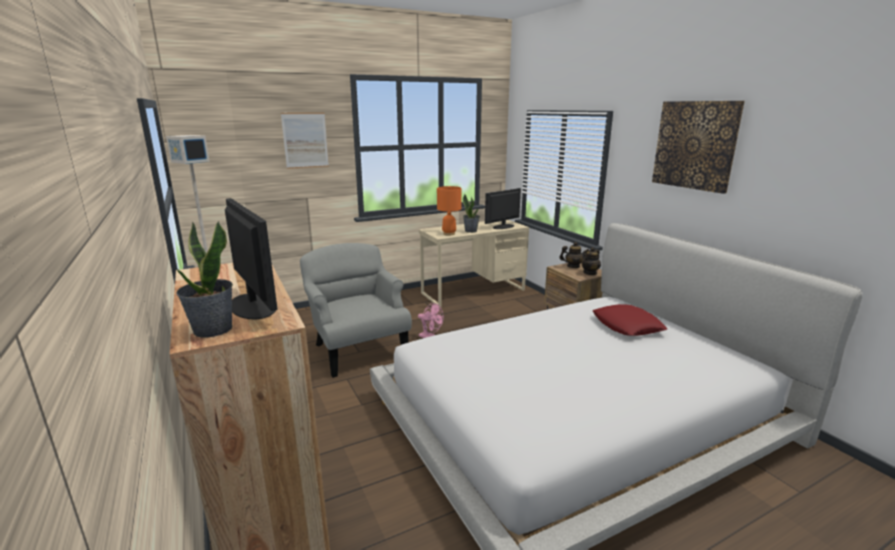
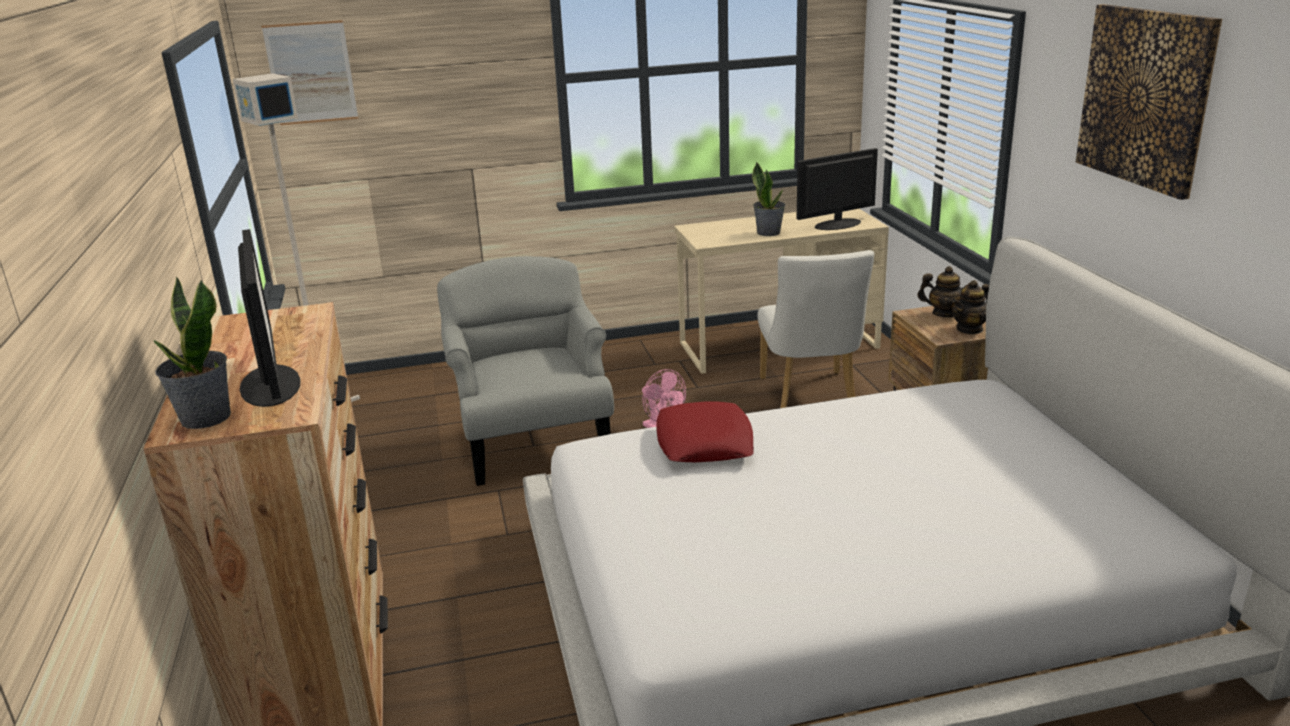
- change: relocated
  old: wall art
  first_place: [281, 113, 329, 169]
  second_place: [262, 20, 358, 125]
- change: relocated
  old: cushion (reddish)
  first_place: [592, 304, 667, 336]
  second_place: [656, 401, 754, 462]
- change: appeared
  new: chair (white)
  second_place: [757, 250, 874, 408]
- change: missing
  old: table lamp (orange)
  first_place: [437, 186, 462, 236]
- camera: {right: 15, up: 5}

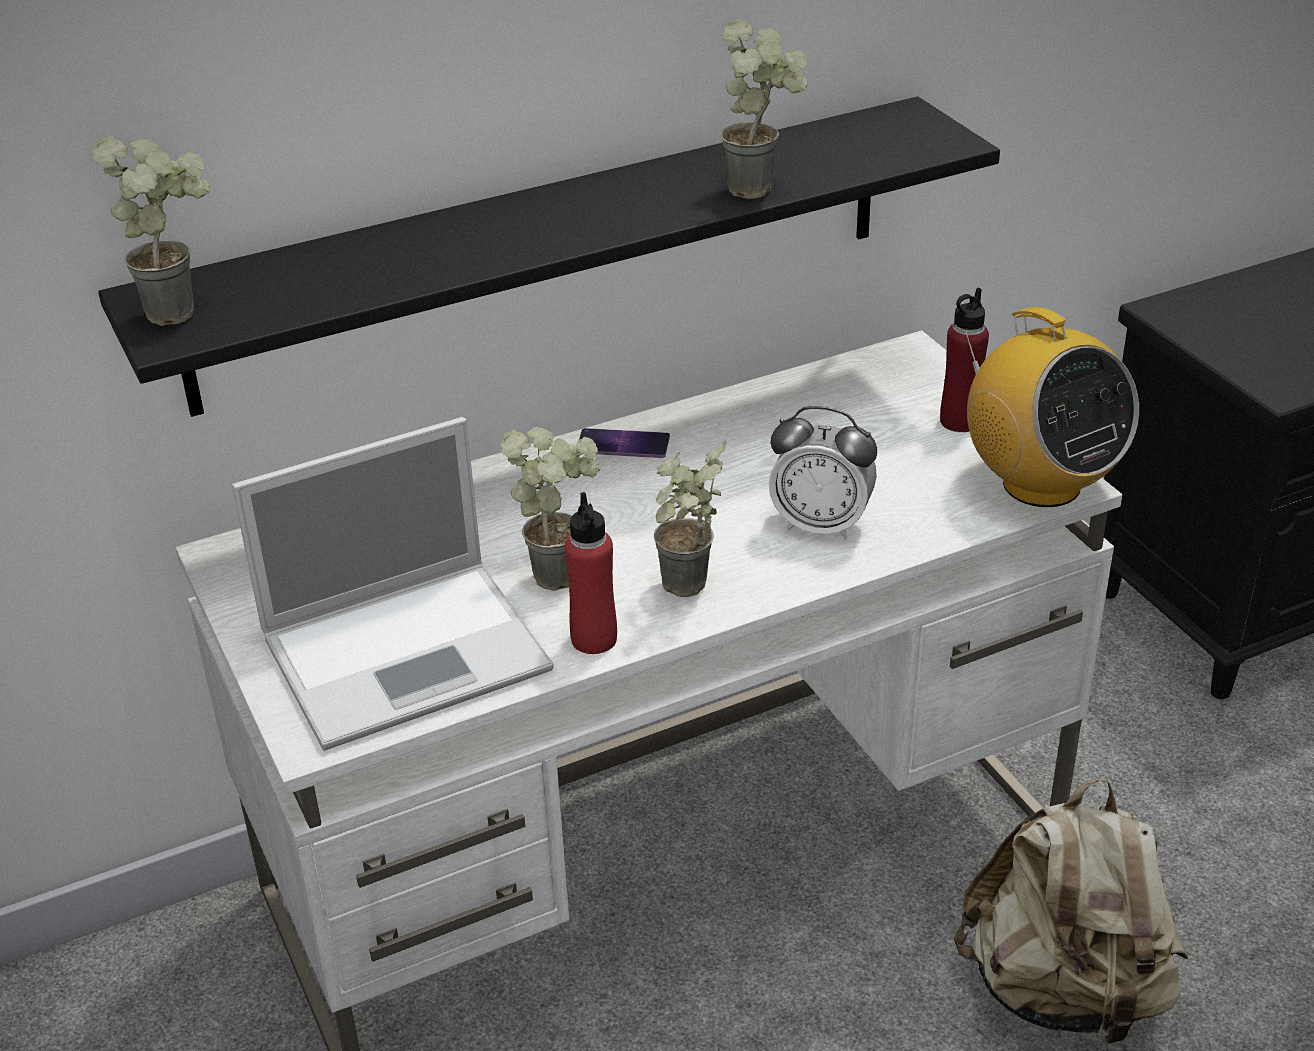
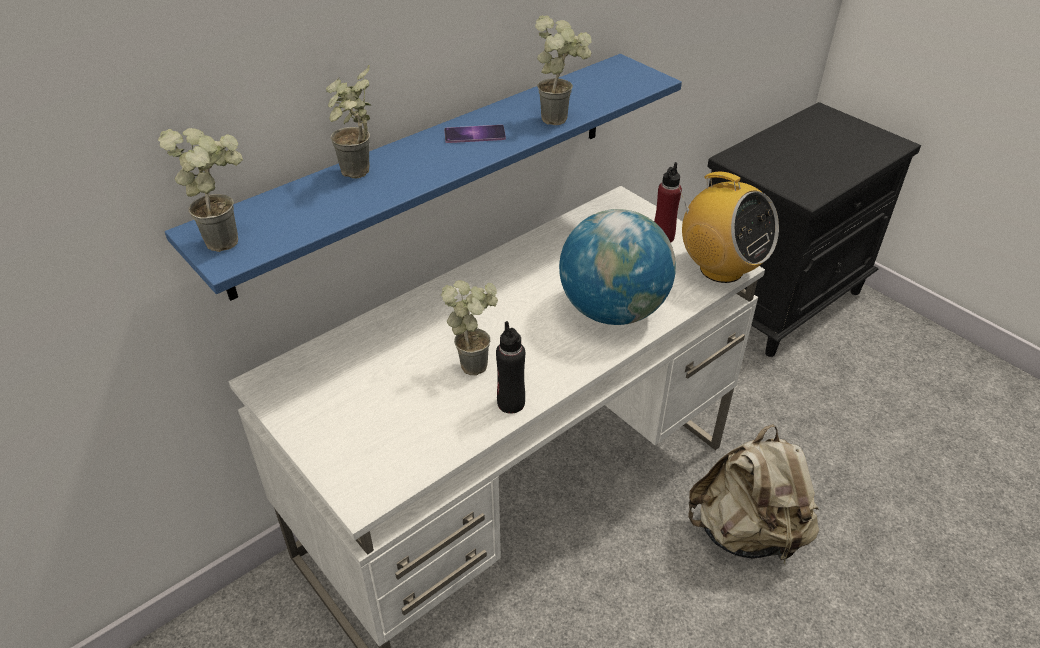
- change: colour
  old: shelf (blackish)
  new: shelf (blue-coloured)
  first_place: [98, 97, 1000, 417]
  second_place: [165, 54, 682, 301]
- change: relocated
  old: houseplant
  first_place: [654, 441, 726, 597]
  second_place: [326, 65, 371, 178]
- change: relocated
  old: phone
  first_place: [577, 428, 670, 458]
  second_place: [444, 125, 506, 143]
- change: colour
  old: drink bottle (reddish)
  new: drink bottle (blackish)
  first_place: [565, 492, 617, 654]
  second_place: [496, 321, 525, 414]
- change: exchanged
  old: alarm clock
  new: desk globe
  first_place: [769, 406, 877, 540]
  second_place: [559, 209, 676, 325]
- change: missing
  old: portable computer
  first_place: [232, 417, 553, 751]
- camera: {right: -15, up: 5}

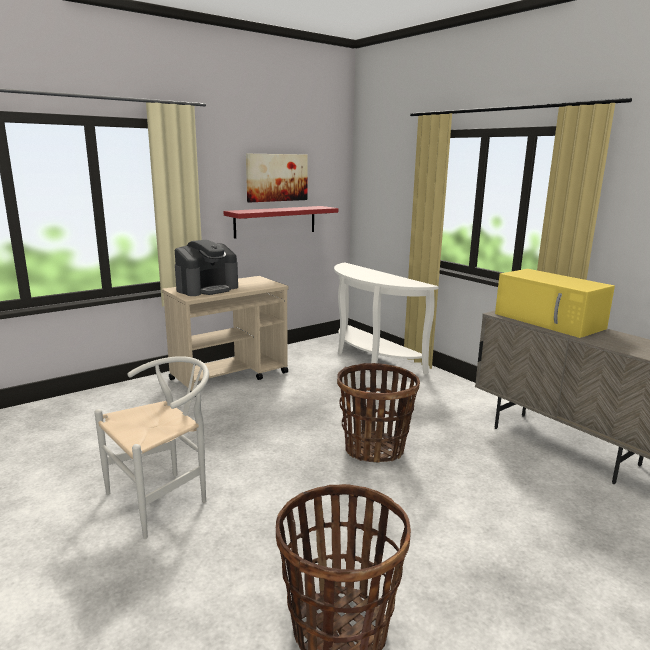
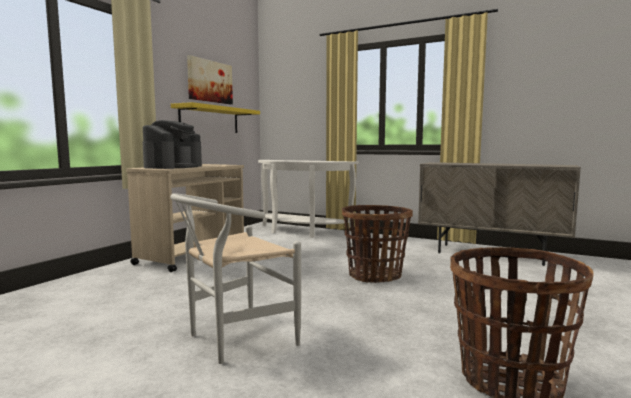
- change: spun
  old: chair (white)
  first_place: [94, 356, 209, 539]
  second_place: [170, 193, 301, 364]
  degrees: -150
- change: colour
  old: shelf (reddish)
  new: shelf (yellow-coloured)
  first_place: [223, 206, 338, 239]
  second_place: [171, 102, 260, 133]
- change: missing
  old: microwave oven (yellow-coloured)
  first_place: [495, 269, 615, 338]
- camera: {right: -25, up: -10}

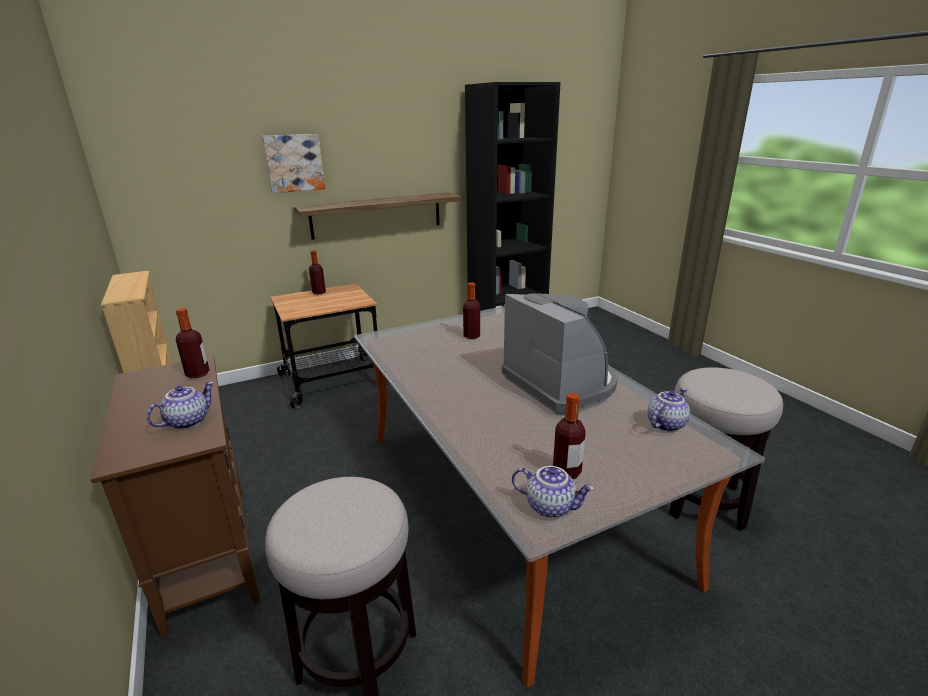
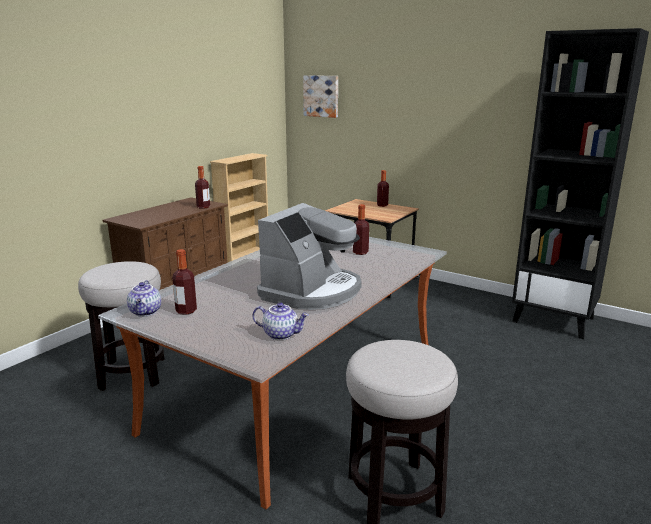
- change: relocated
  old: wall art
  first_place: [262, 134, 325, 193]
  second_place: [303, 75, 338, 118]
- change: missing
  old: teapot
  first_place: [146, 382, 214, 429]
- change: missing
  old: shelf
  first_place: [294, 192, 462, 240]
- camera: {right: 60, up: -5}

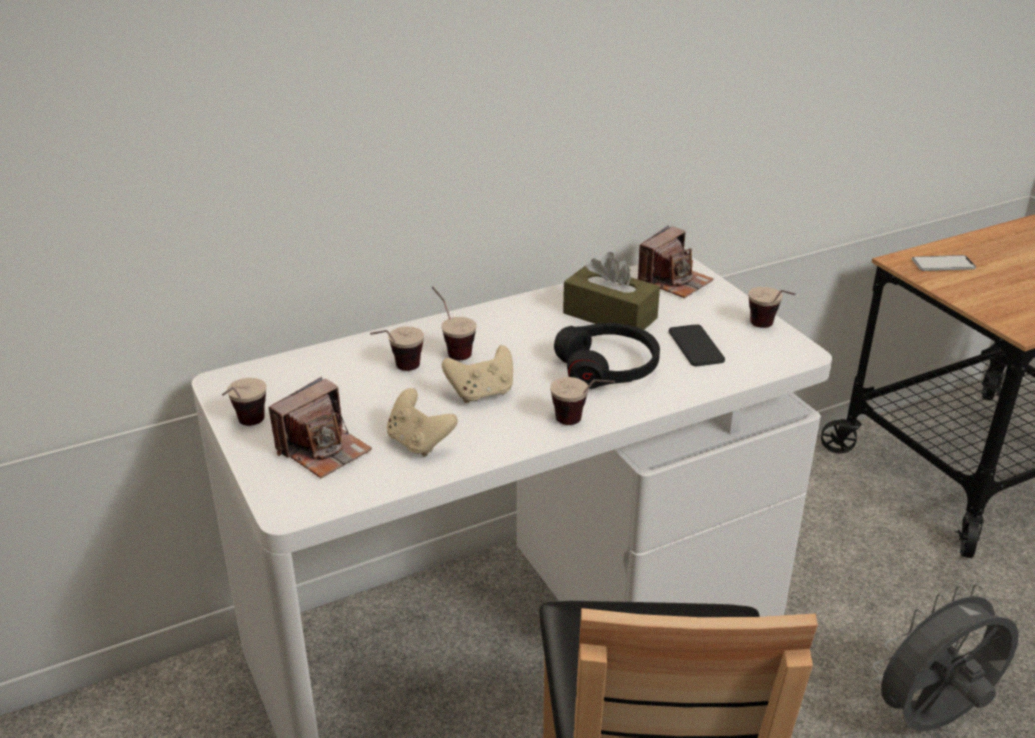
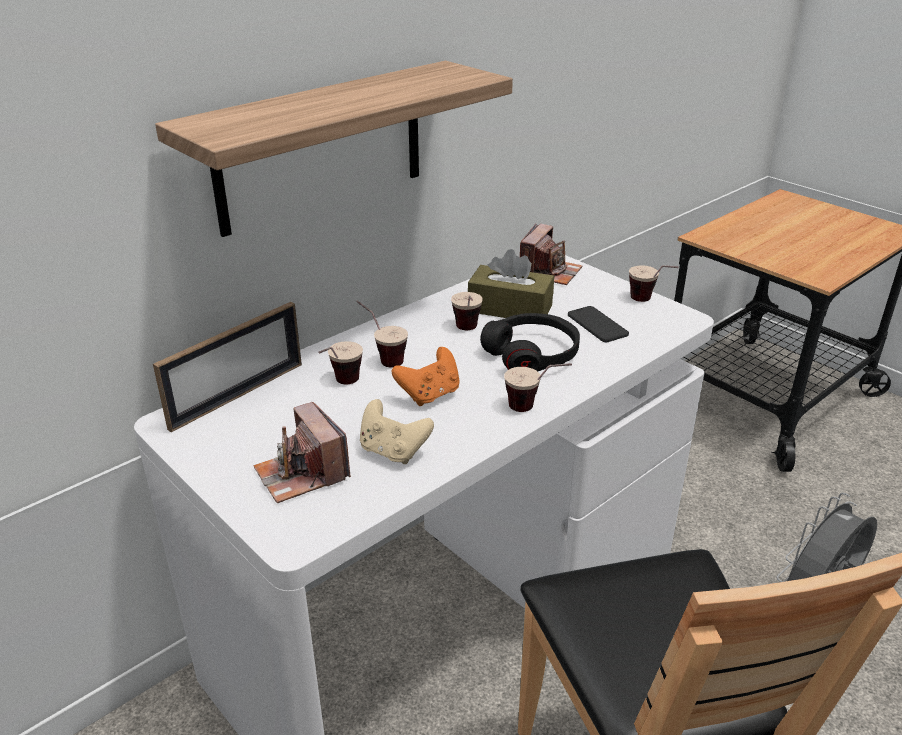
- change: appeared
  new: standing frame
  second_place: [153, 302, 302, 432]
- change: appeared
  new: shelf
  second_place: [155, 61, 513, 237]
- change: spun
  old: still camera
  first_place: [268, 377, 372, 478]
  second_place: [253, 402, 351, 503]
  degrees: 120
- change: colour
  old: gamepad (sand-coloured)
  new: gamepad (orange)
  first_place: [442, 345, 513, 403]
  second_place: [392, 347, 460, 406]
- change: relocated
  old: drinking cup
  first_place: [222, 378, 266, 426]
  second_place: [451, 292, 483, 330]
- change: missing
  old: phone
  first_place: [912, 255, 976, 271]
- camera: {right: -15, up: 0}

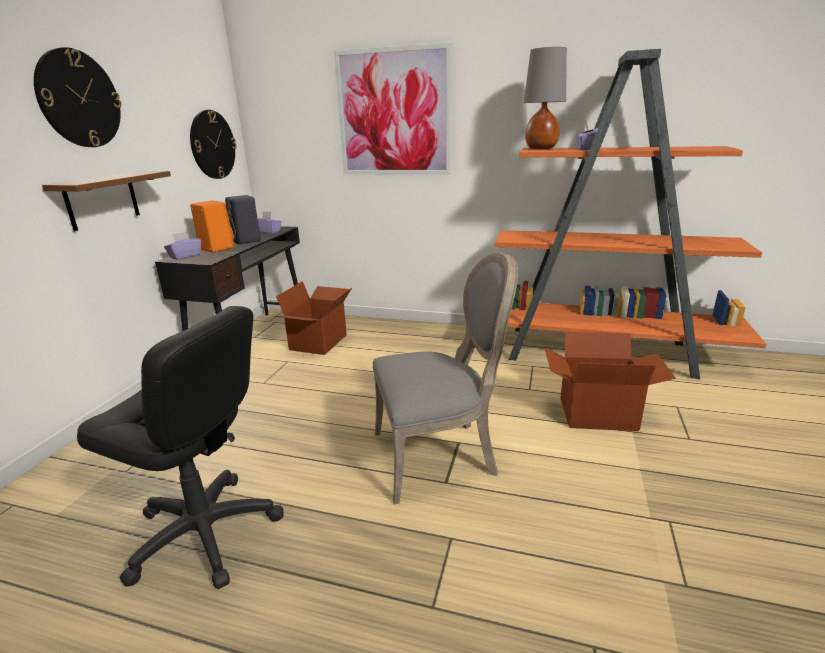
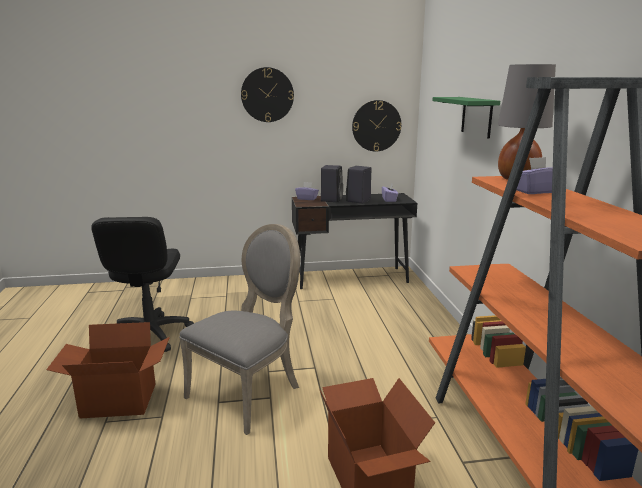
- change: relocated
  old: cardboard box
  first_place: [274, 281, 352, 355]
  second_place: [46, 322, 170, 418]
- change: spun
  old: chair (gray)
  first_place: [372, 253, 518, 504]
  second_place: [179, 224, 300, 435]
  degrees: -105
- change: colour
  old: loudspeaker (orange)
  new: loudspeaker (blackish)
  first_place: [190, 200, 234, 253]
  second_place: [321, 165, 343, 202]
- change: exchanged
  old: wall art
  new: shelf (green-coloured)
  first_place: [334, 43, 451, 175]
  second_place: [432, 97, 500, 139]
- change: missing
  old: shelf (brownish)
  first_place: [42, 171, 171, 231]
- camera: {right: 65, up: -5}

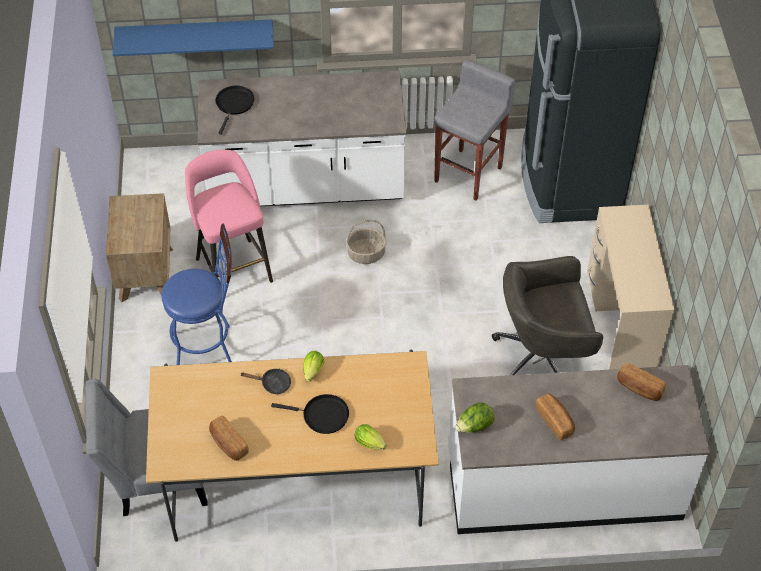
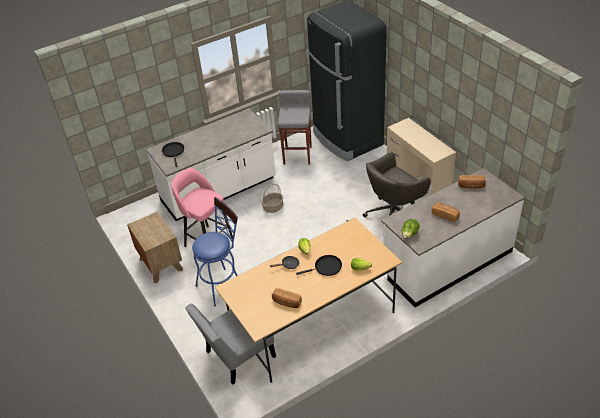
- change: missing
  old: shelf (blue-coloured)
  first_place: [113, 19, 274, 56]
- camera: {right: -25, up: -10}

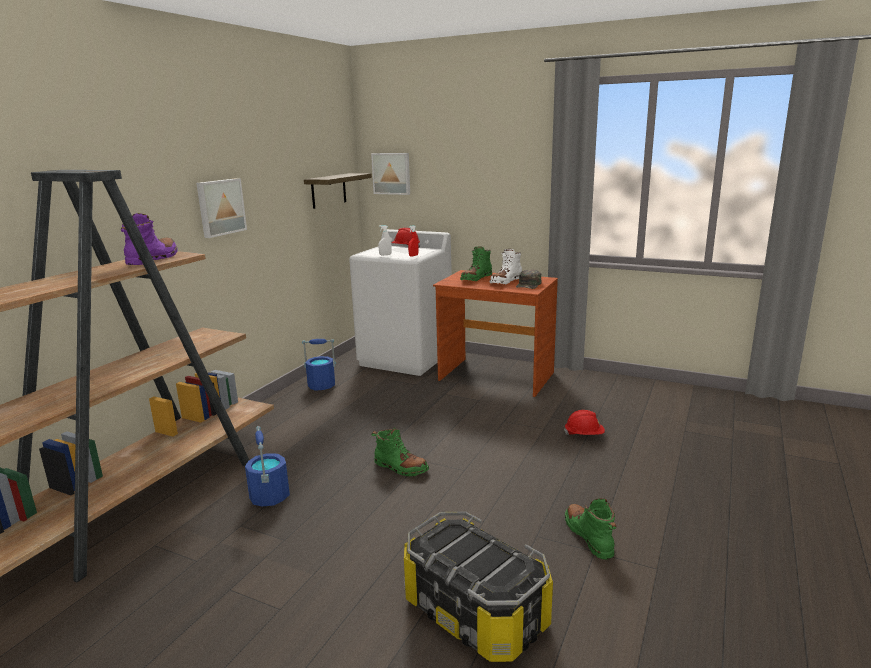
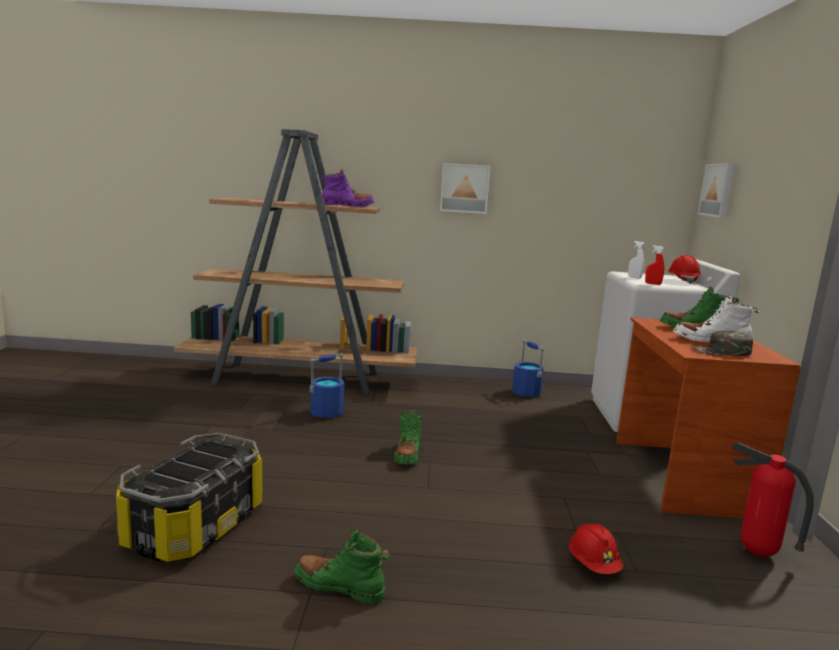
- change: spun
  old: tall boot (green-coloured)
  first_place: [565, 499, 617, 559]
  second_place: [294, 528, 390, 604]
  degrees: -120
- change: appeared
  new: fire extinguisher
  second_place: [731, 442, 814, 557]
- change: missing
  old: shelf
  first_place: [304, 173, 372, 209]
- camera: {right: 65, up: -5}

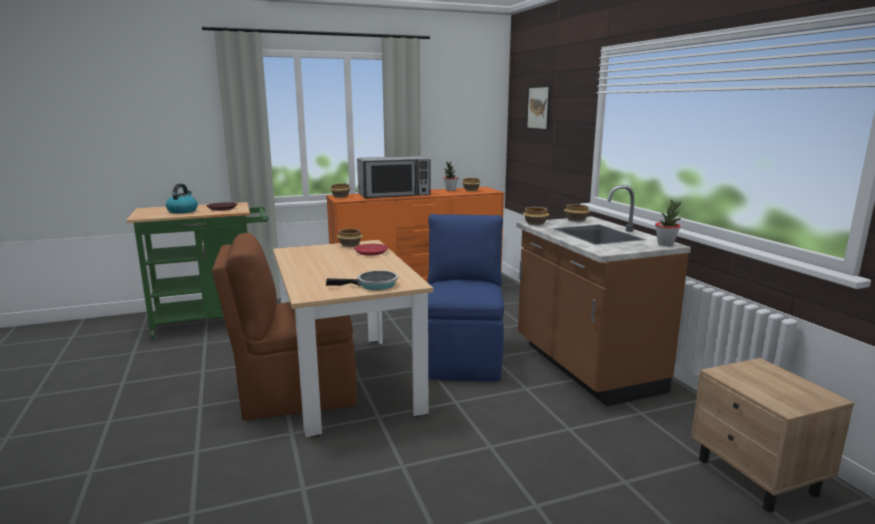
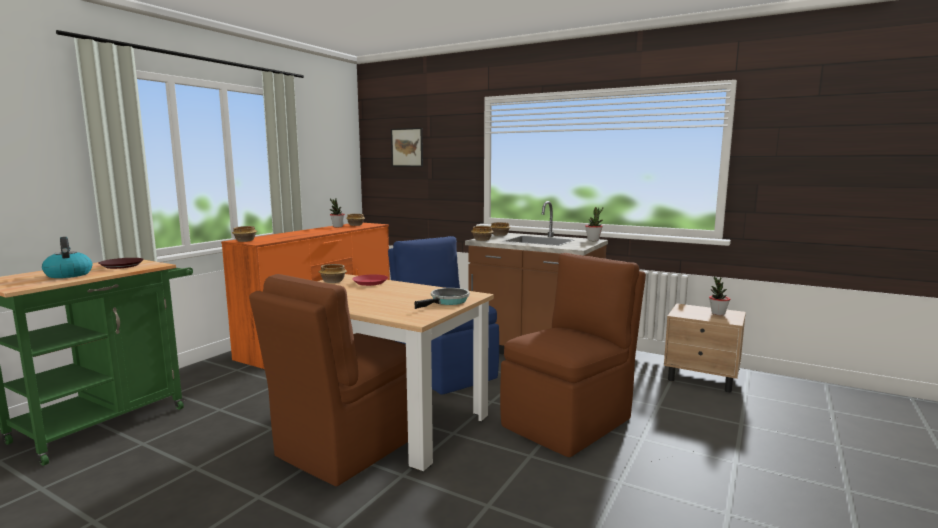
- change: appeared
  new: chair (brownish)
  second_place: [500, 253, 646, 457]
- change: appeared
  new: houseplant
  second_place: [709, 276, 730, 315]
- change: missing
  old: microwave oven
  first_place: [357, 156, 431, 199]
- camera: {right: -40, up: -5}

